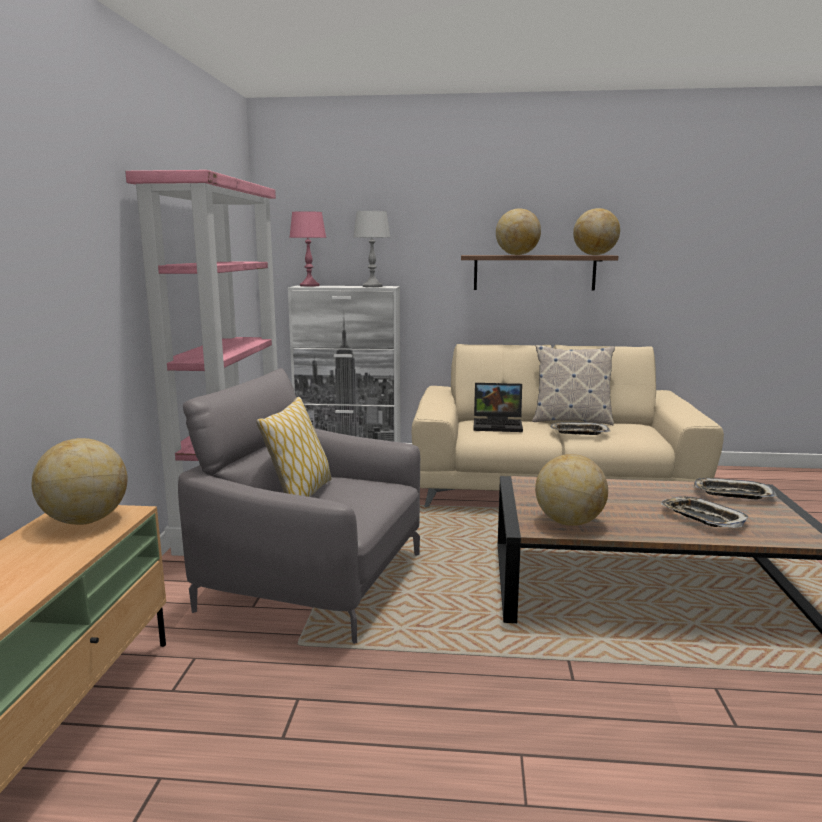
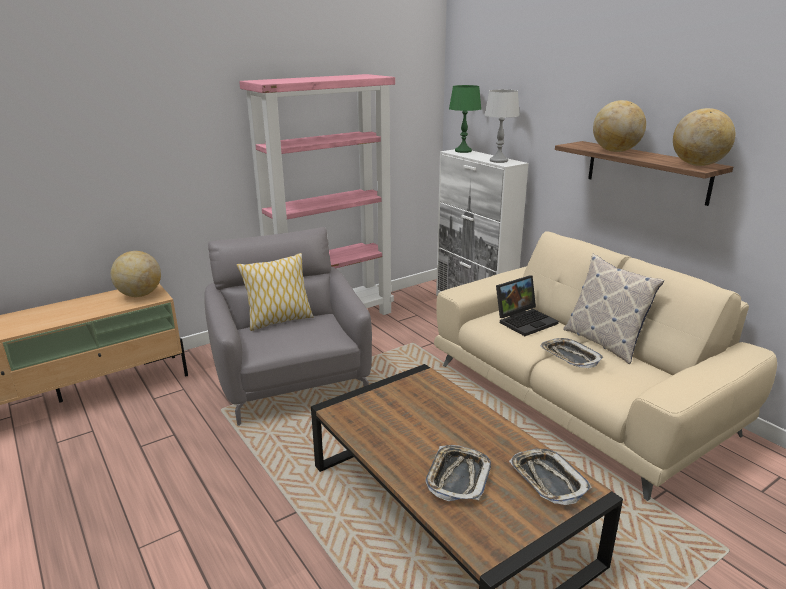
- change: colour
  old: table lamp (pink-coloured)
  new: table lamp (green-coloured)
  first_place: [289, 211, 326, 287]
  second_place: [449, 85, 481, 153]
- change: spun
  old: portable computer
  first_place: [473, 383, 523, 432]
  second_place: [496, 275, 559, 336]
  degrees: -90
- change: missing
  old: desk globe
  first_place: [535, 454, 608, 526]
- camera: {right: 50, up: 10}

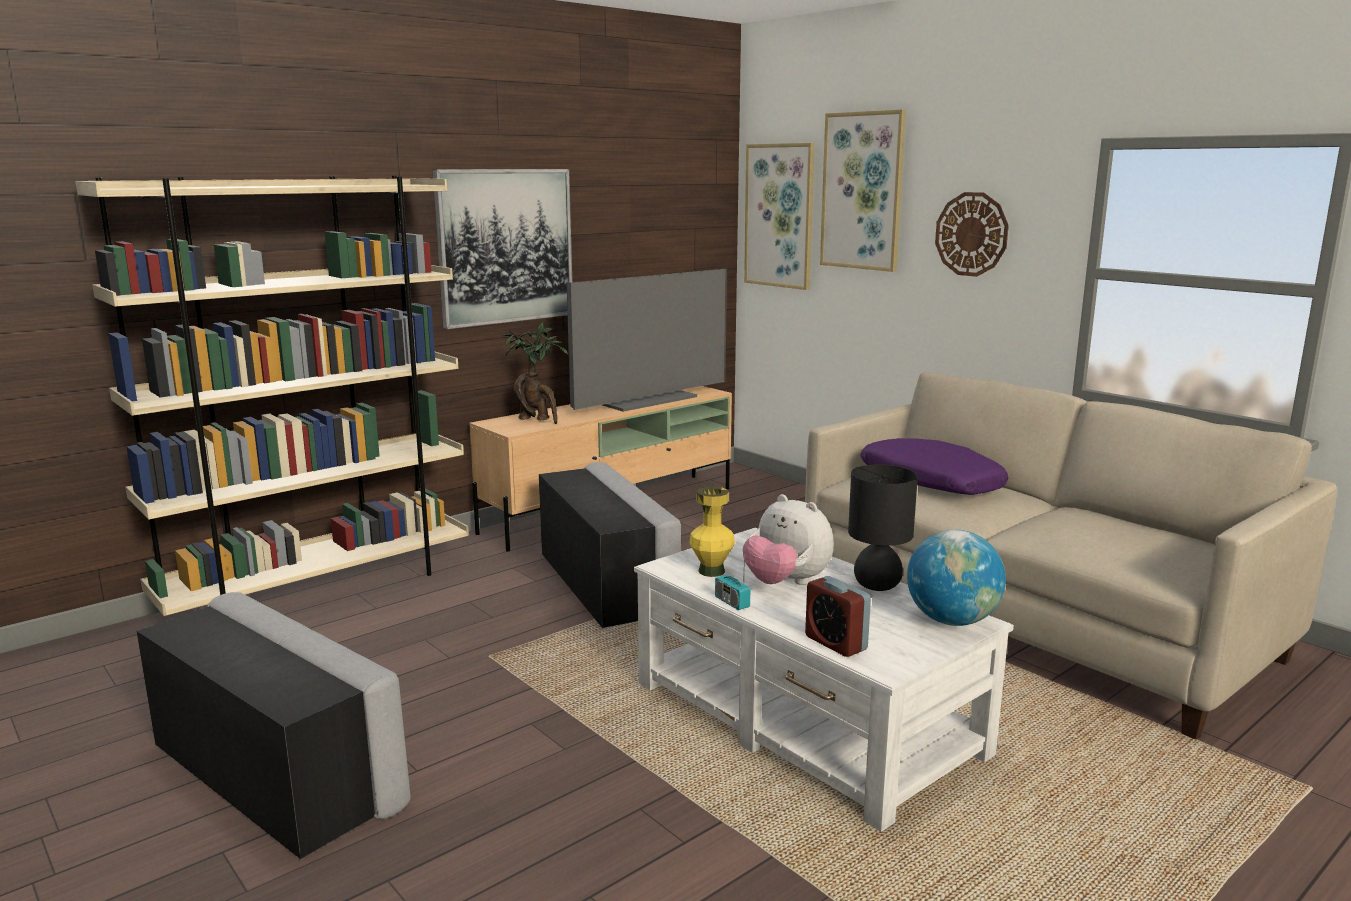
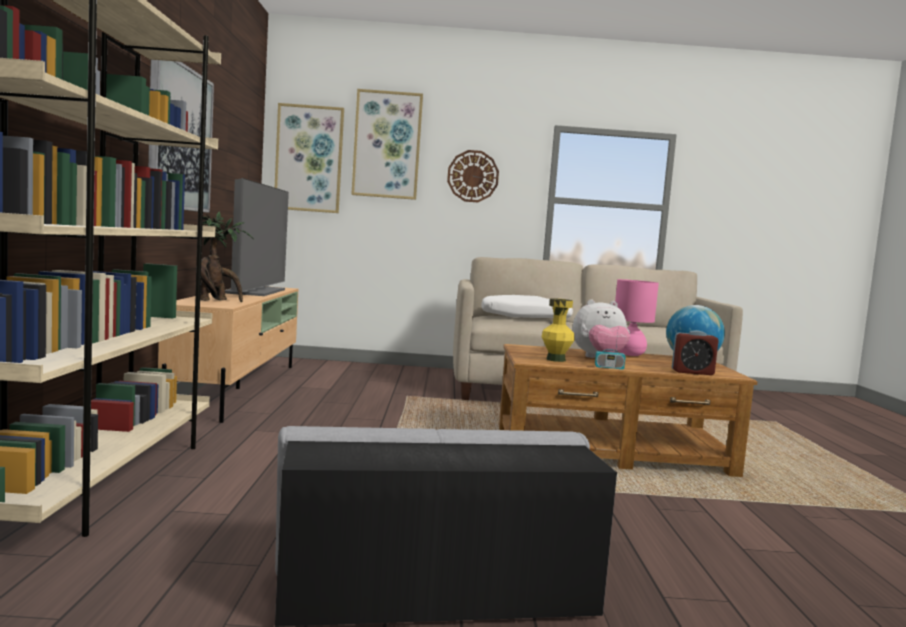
- change: colour
  old: cushion (purple)
  new: cushion (white)
  first_place: [860, 438, 1008, 495]
  second_place: [481, 295, 573, 318]
- change: colour
  old: low table (white)
  new: low table (brownish)
  first_place: [634, 528, 1014, 832]
  second_place: [499, 344, 757, 477]
- change: colour
  old: table lamp (blackish)
  new: table lamp (pink-coloured)
  first_place: [848, 464, 918, 591]
  second_place: [615, 279, 659, 356]
- change: missing
  old: footrest (gray)
  first_place: [539, 462, 681, 628]
- camera: {right: -50, up: -10}

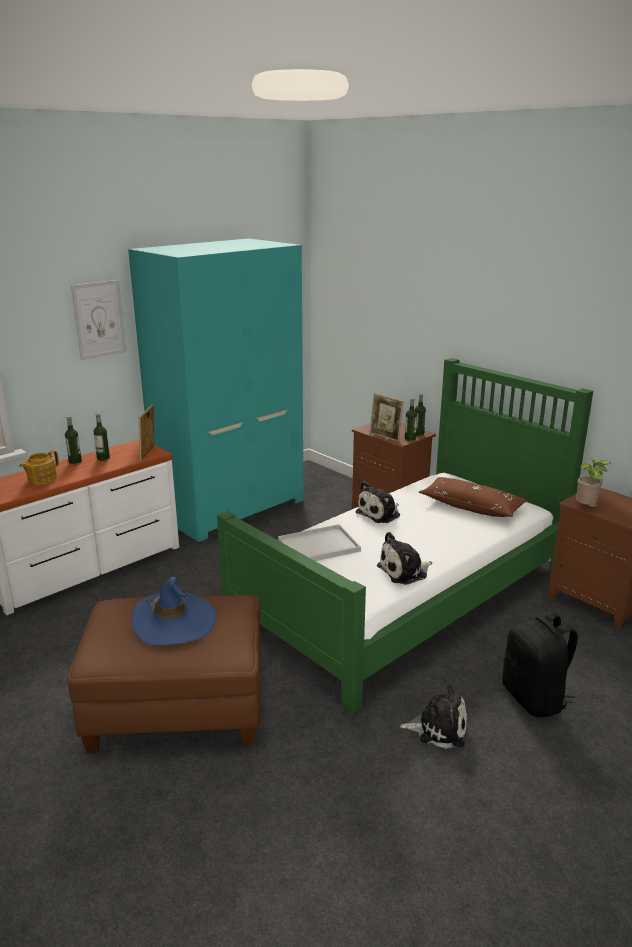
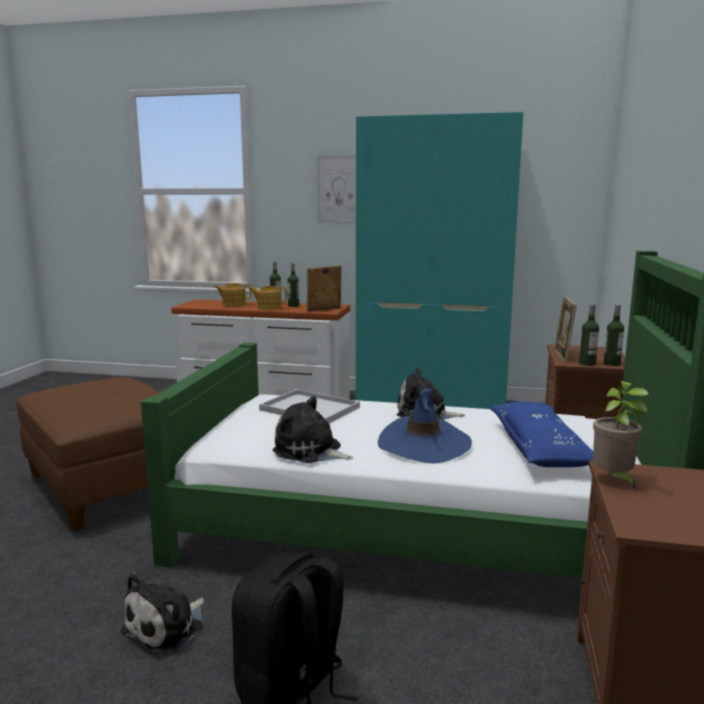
- change: spun
  old: plush toy
  first_place: [400, 684, 467, 749]
  second_place: [121, 573, 204, 654]
  degrees: 60
- change: appeared
  new: teapot
  second_place: [249, 286, 287, 310]
- change: relocated
  old: wearable hat (blue-coloured)
  first_place: [131, 577, 216, 645]
  second_place: [378, 389, 472, 464]
- change: colour
  old: cushion (brownish)
  new: cushion (blue-coloured)
  first_place: [419, 477, 527, 517]
  second_place: [489, 402, 593, 467]
- camera: {right: 55, up: -10}

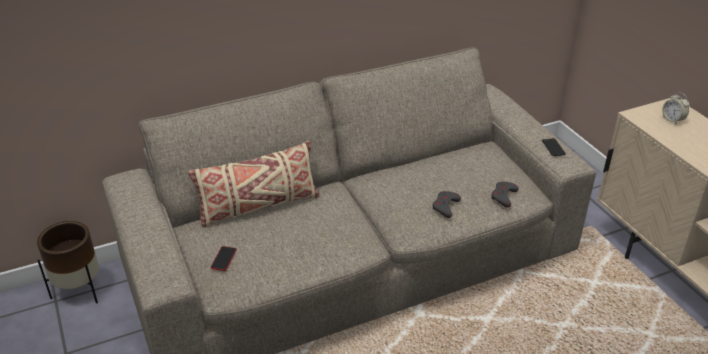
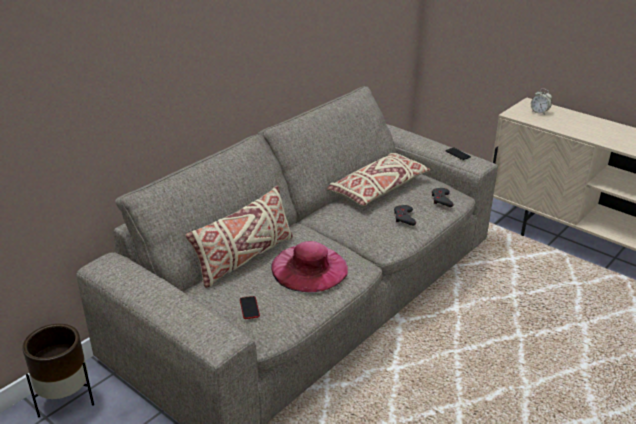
- change: appeared
  new: wearable hat (pink-coloured)
  second_place: [271, 241, 348, 292]
- change: appeared
  new: cushion (sand-coloured)
  second_place: [327, 153, 431, 206]
- camera: {right: -25, up: -5}

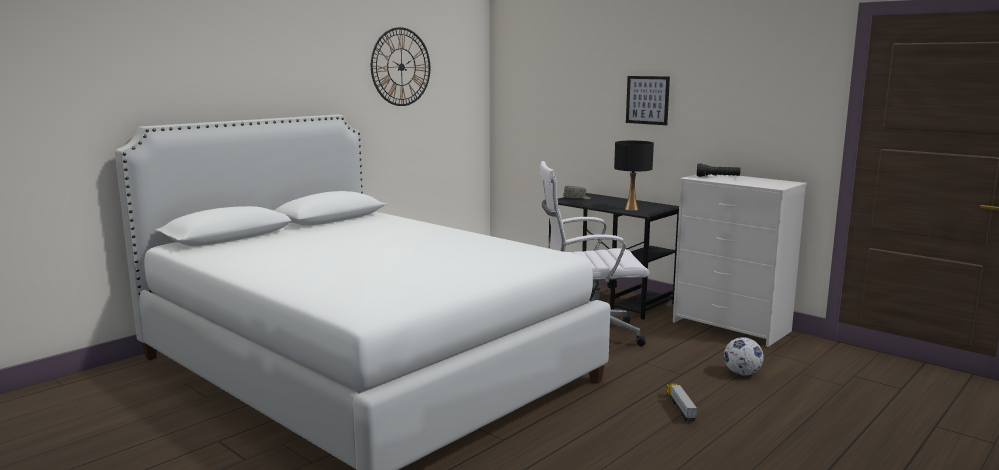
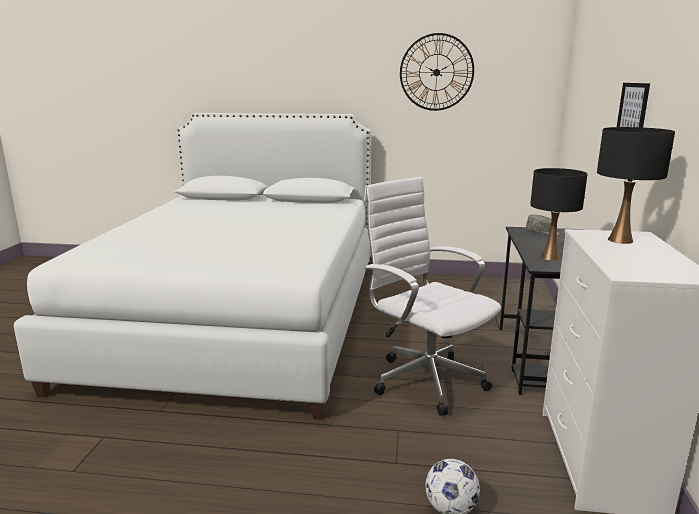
- change: exchanged
  old: flashlight (blackish)
  new: table lamp (blackish)
  first_place: [697, 163, 740, 177]
  second_place: [597, 127, 675, 244]
- change: missing
  old: model truck
  first_place: [666, 383, 698, 421]
- camera: {right: 55, up: 5}

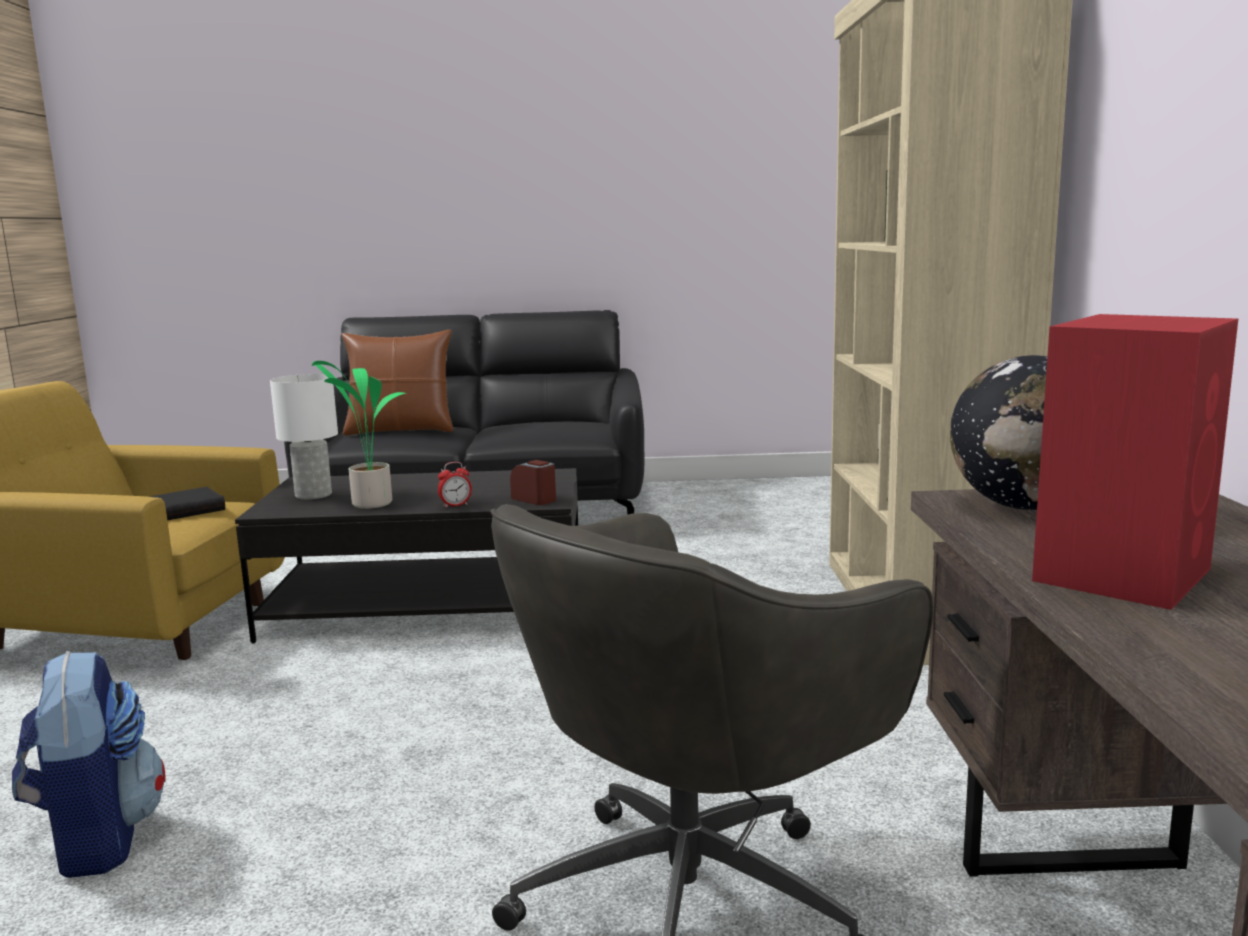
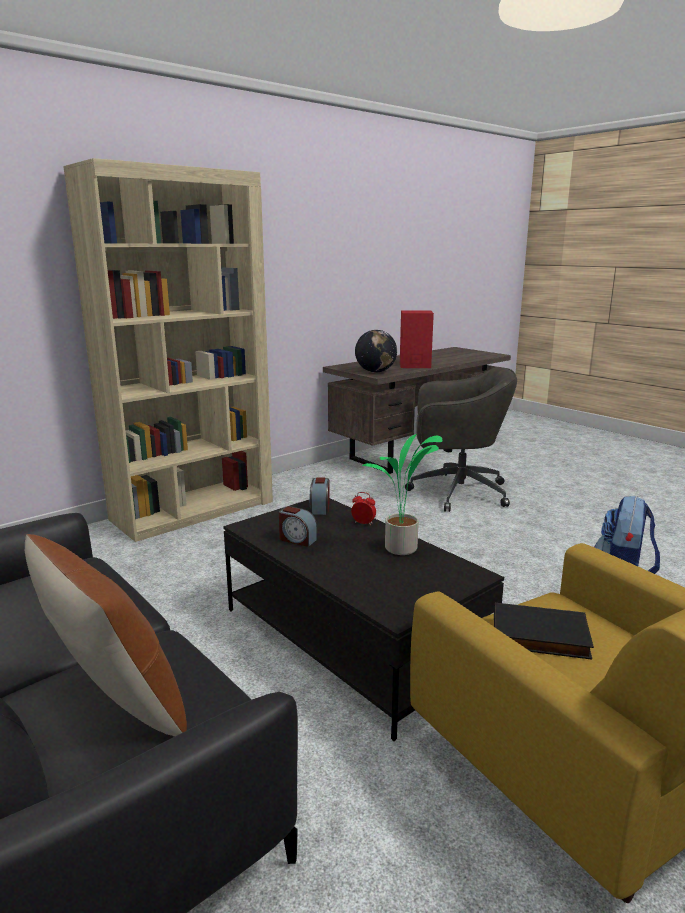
- change: appeared
  new: alarm clock
  second_place: [279, 506, 317, 547]
- change: missing
  old: table lamp (white)
  first_place: [270, 374, 338, 500]
- camera: {right: -130, up: 5}

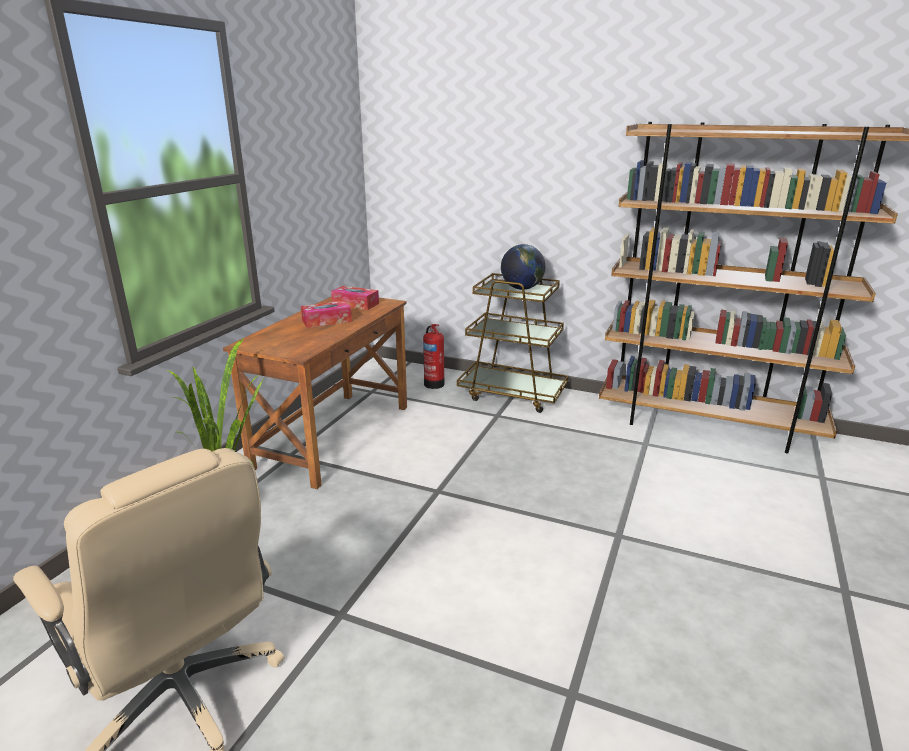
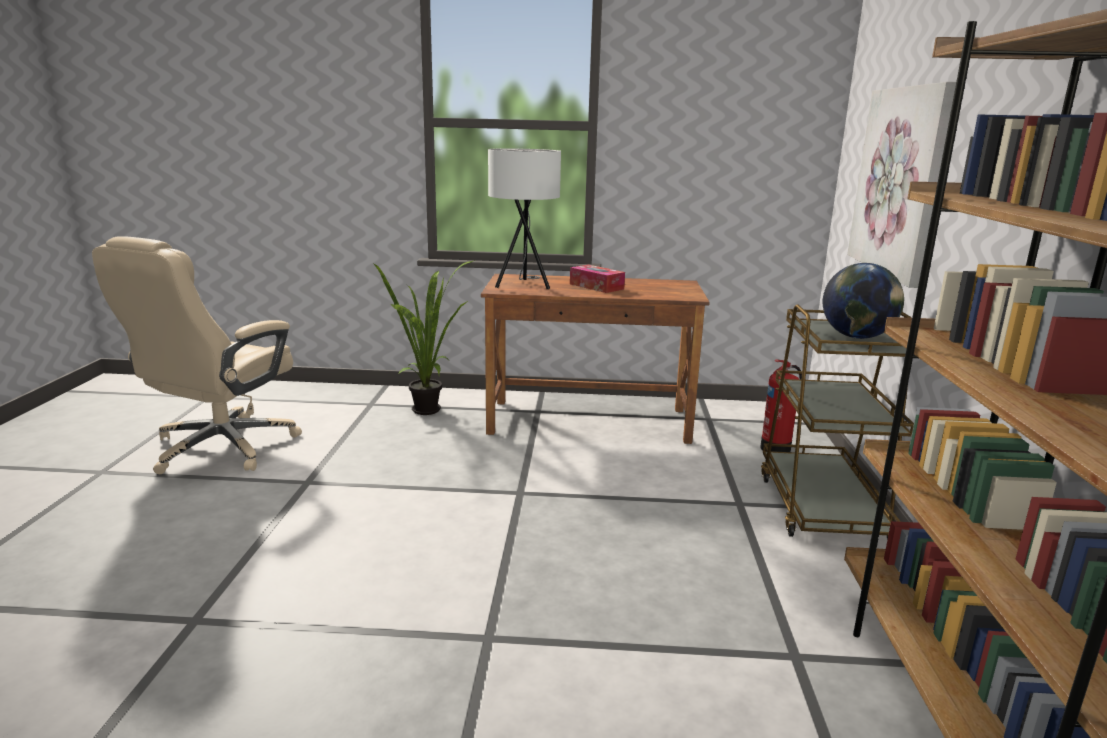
- change: appeared
  new: table lamp (white)
  second_place: [488, 149, 561, 289]
- change: appeared
  new: wall art
  second_place: [847, 82, 956, 288]
- change: missing
  old: box of tissues
  first_place: [331, 286, 379, 310]
- camera: {right: 70, up: -5}

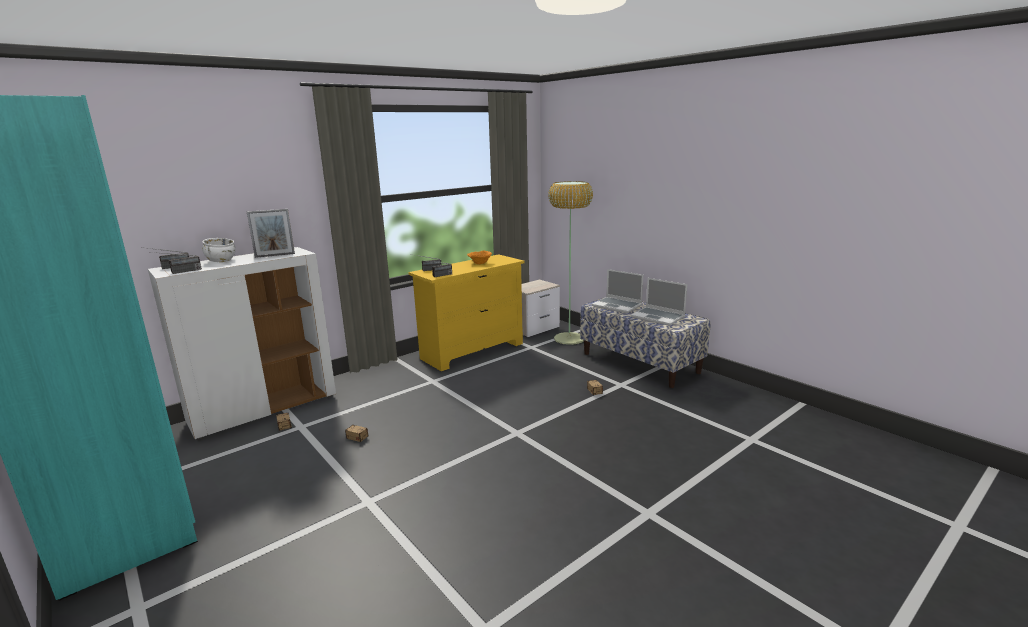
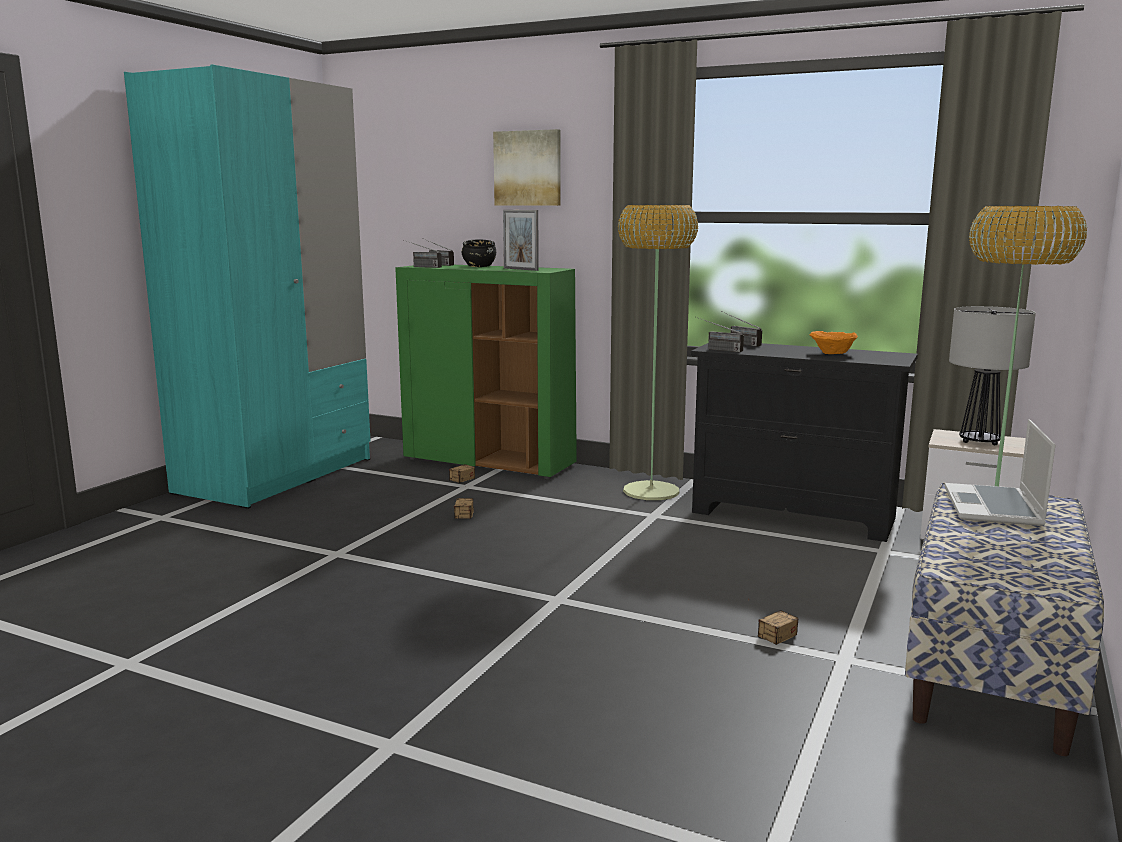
- change: colour
  old: storage cabinet (white)
  new: storage cabinet (green-coloured)
  first_place: [148, 247, 336, 439]
  second_place: [395, 265, 577, 479]
- change: colour
  old: serving bowl (white)
  new: serving bowl (blackish)
  first_place: [202, 238, 236, 262]
  second_place: [462, 239, 496, 267]
- change: appeared
  new: wall art
  second_place: [493, 129, 561, 206]
- change: appeared
  new: standard lamp
  second_place: [618, 205, 698, 500]
- change: colour
  old: dresser (yellow-coloured)
  new: dresser (blackish)
  first_place: [408, 254, 525, 371]
  second_place: [691, 343, 918, 542]
- change: appeared
  new: table lamp
  second_place: [949, 306, 1036, 445]
- change: missing
  old: portable computer
  first_place: [631, 278, 687, 326]
- camera: {right: 65, up: -5}

